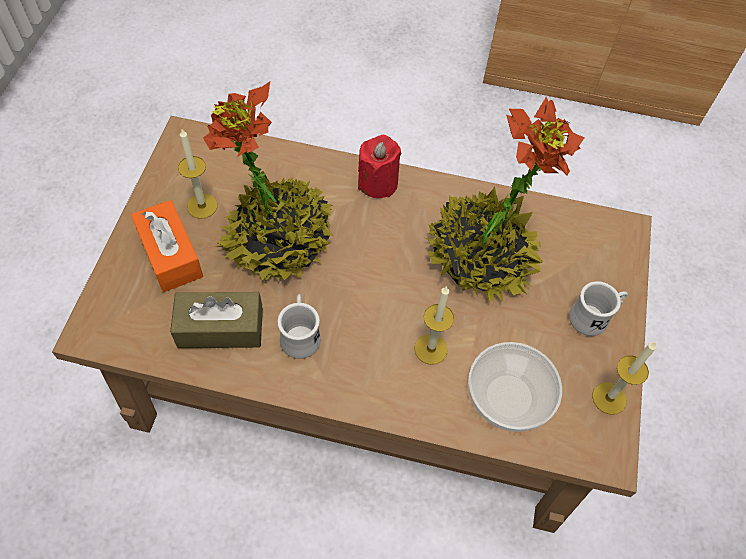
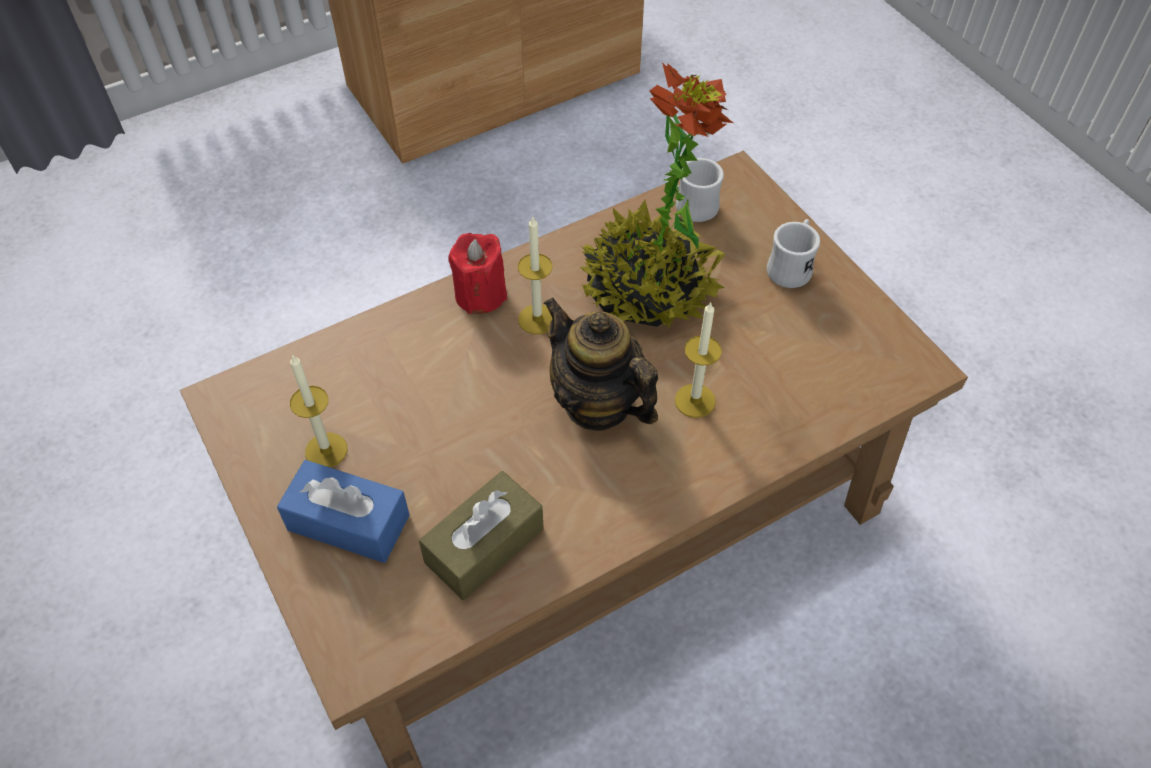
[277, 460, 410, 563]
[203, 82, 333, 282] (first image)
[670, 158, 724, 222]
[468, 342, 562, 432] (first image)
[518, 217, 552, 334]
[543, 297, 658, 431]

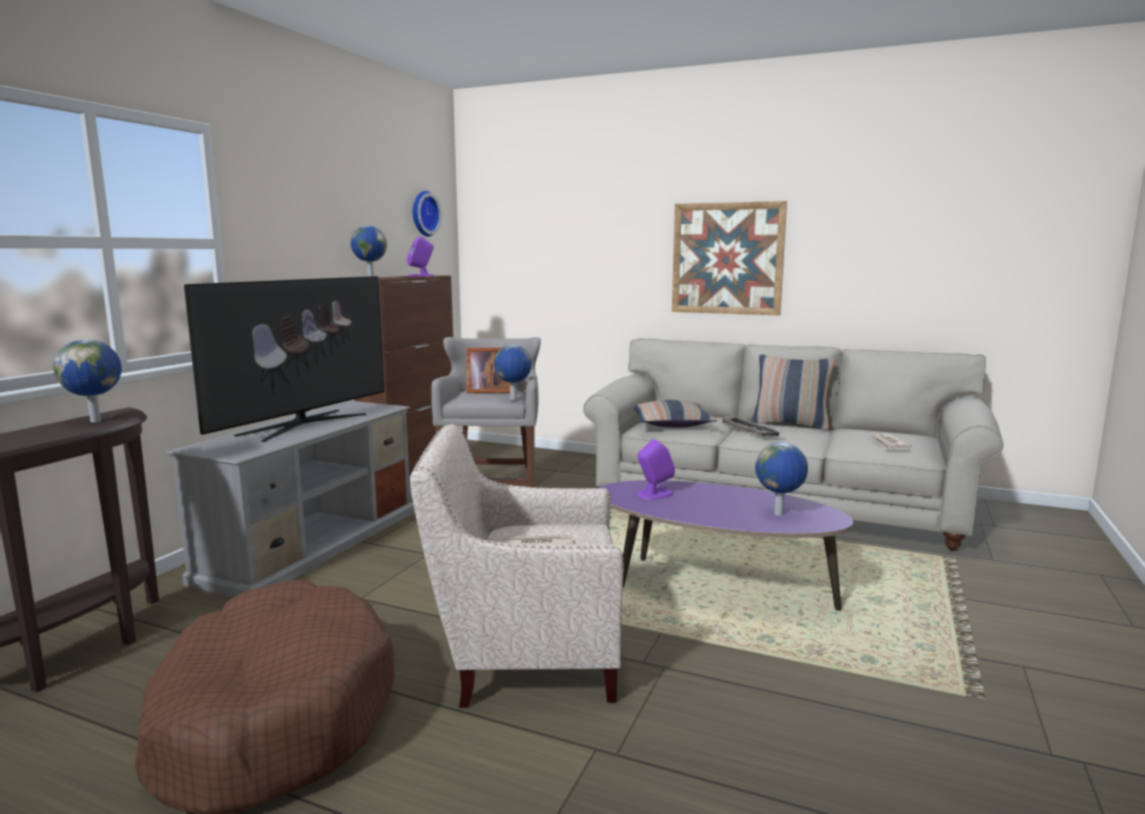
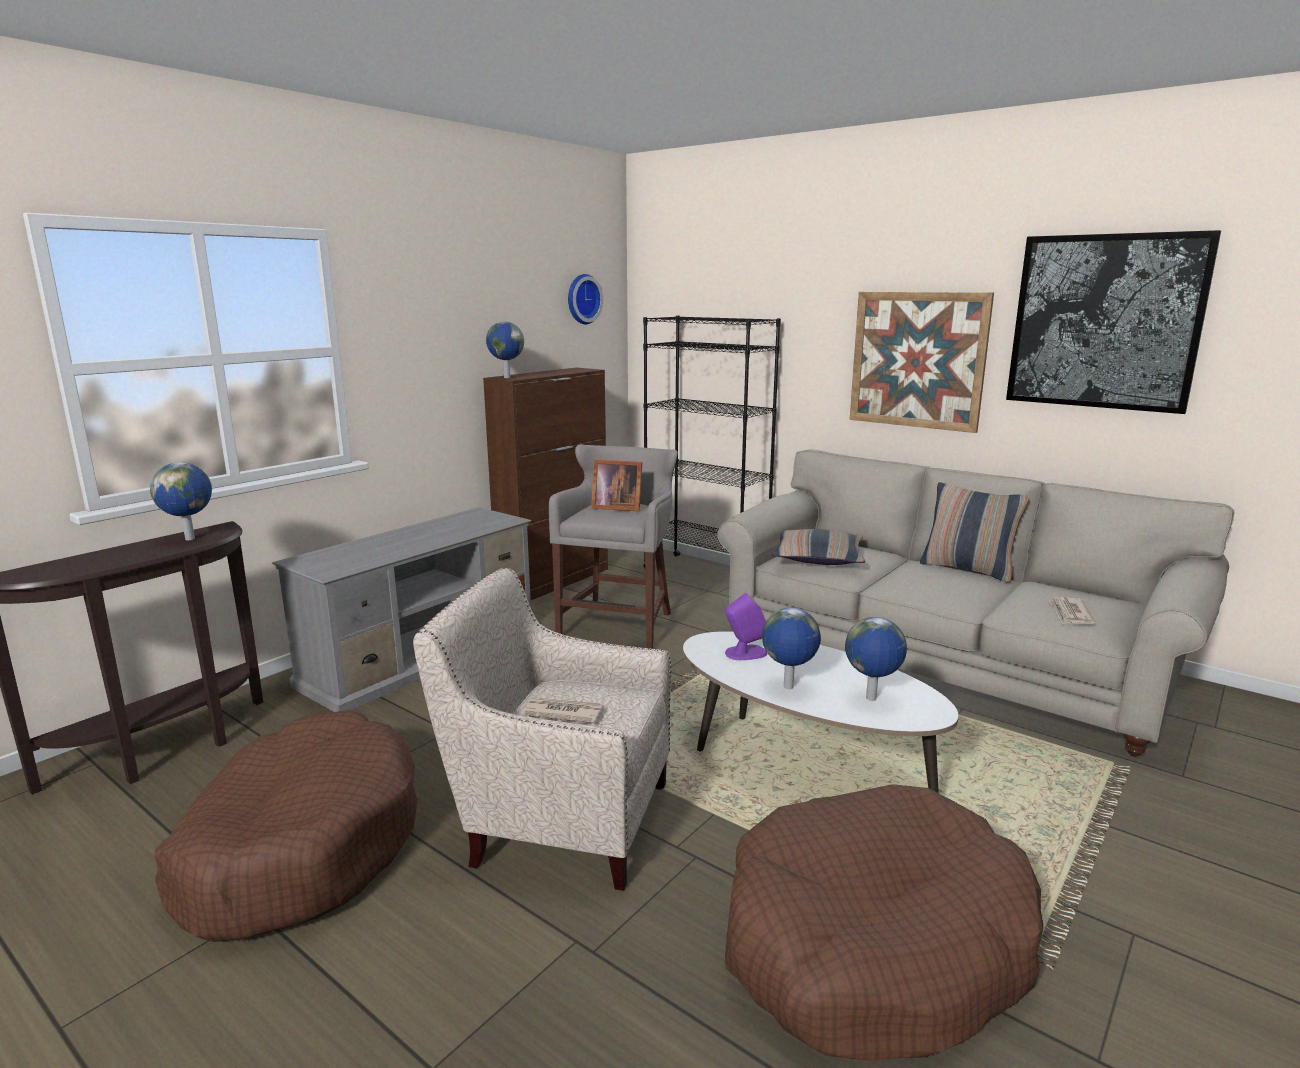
[184, 276, 385, 442] (first image)
[407, 236, 434, 276] (first image)
[762, 607, 821, 689]
[683, 631, 959, 793]
[720, 416, 783, 436] (first image)
[643, 315, 781, 568]
[725, 784, 1043, 1061]
[1006, 230, 1221, 414]

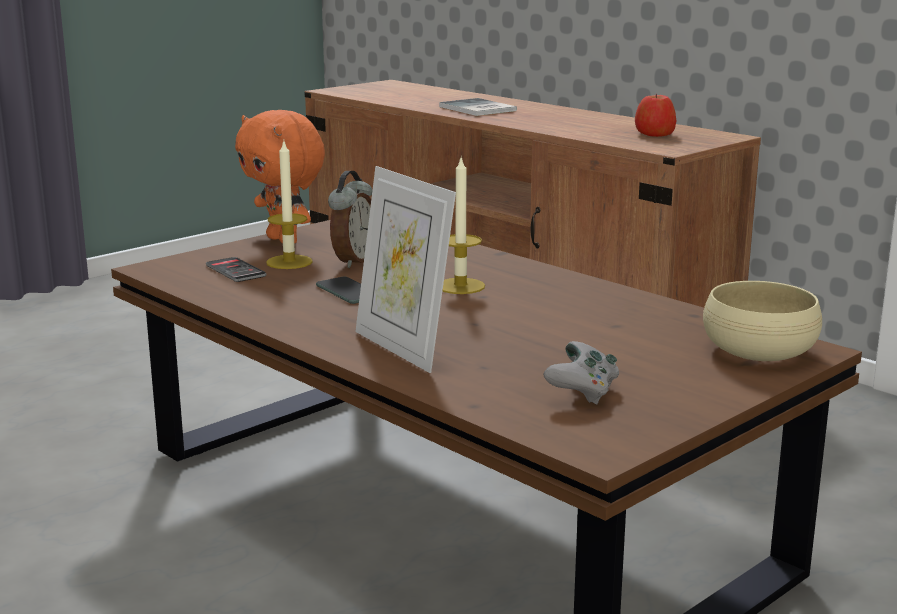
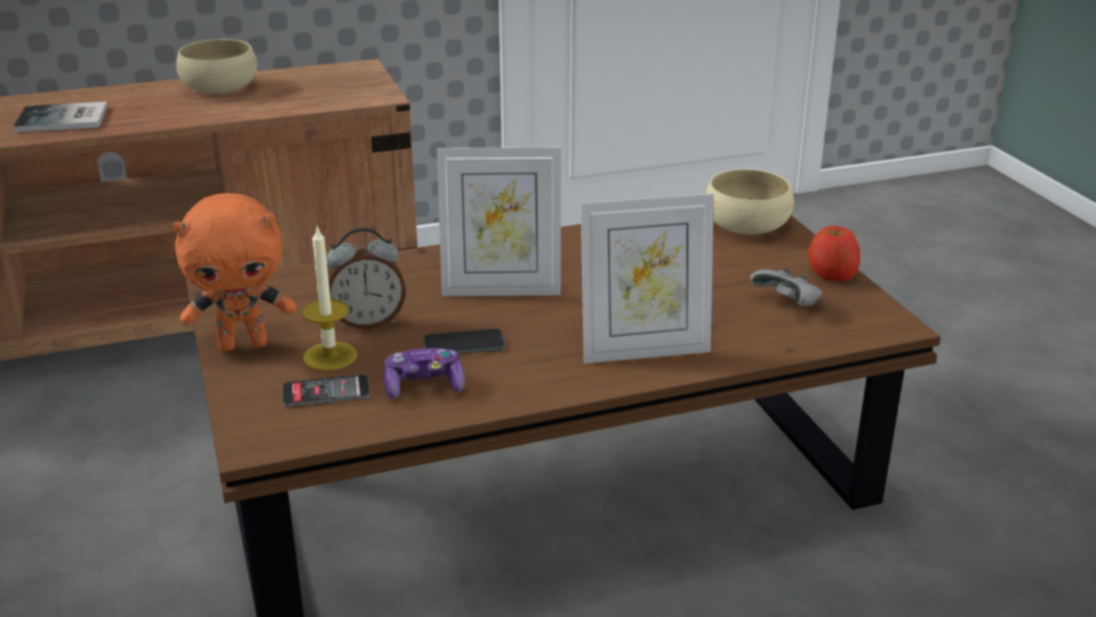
[326, 227, 406, 329]
[437, 147, 561, 296]
[808, 226, 860, 281]
[176, 39, 257, 94]
[384, 348, 465, 398]

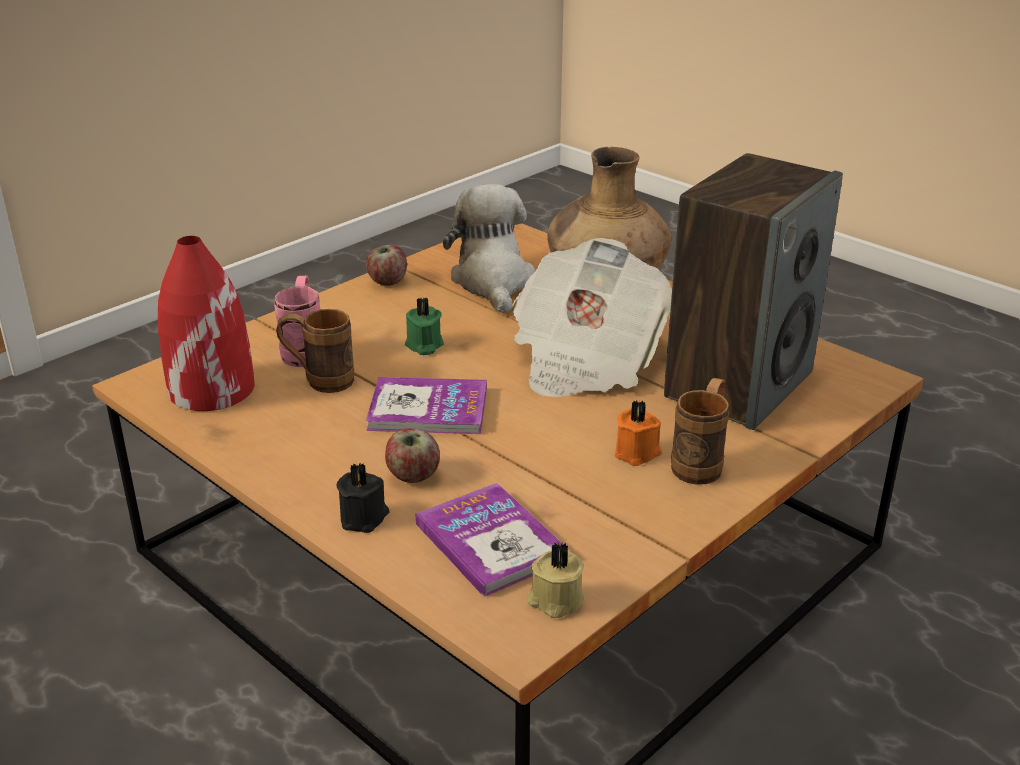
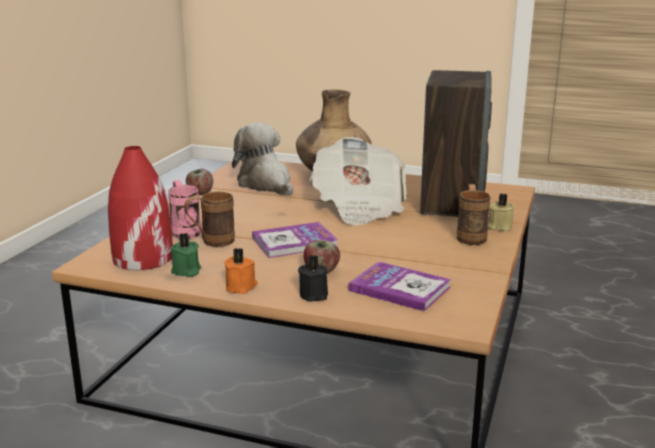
[171, 233, 201, 277]
[488, 193, 515, 231]
[224, 248, 258, 294]

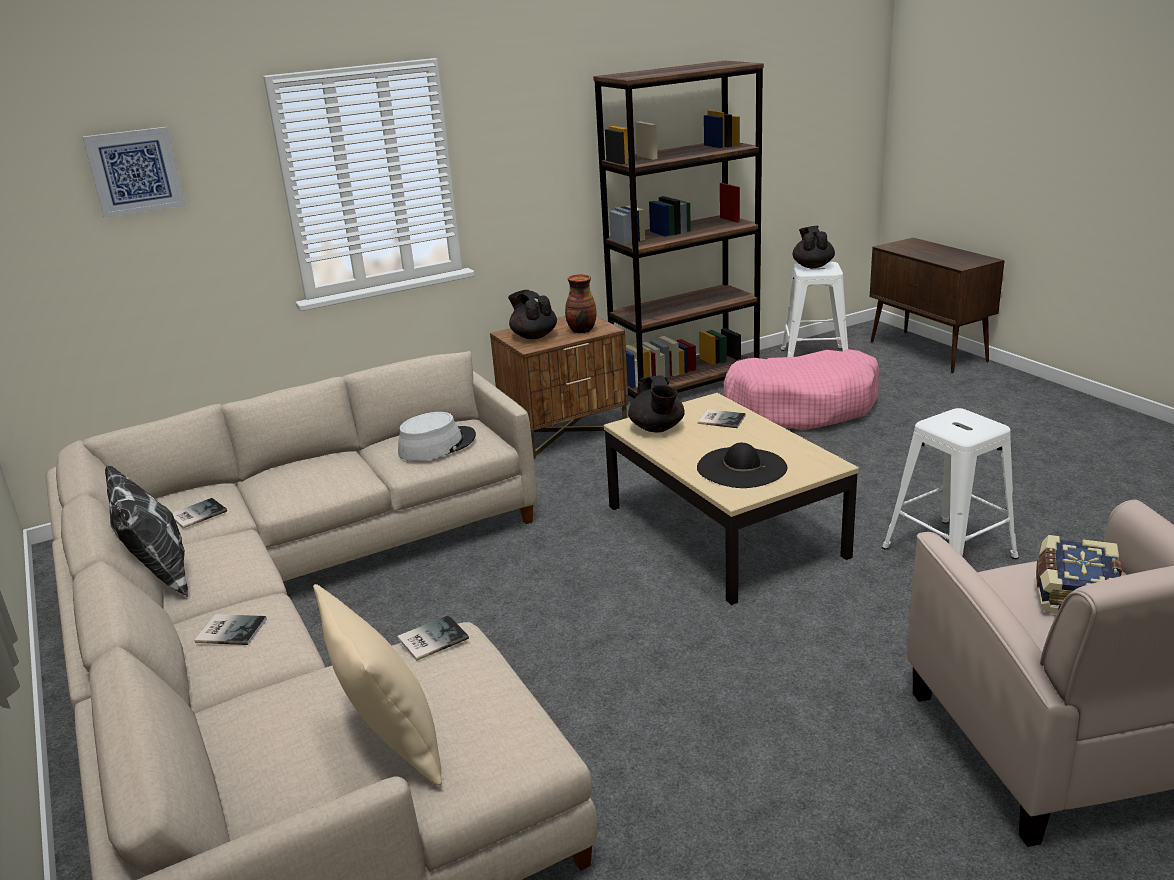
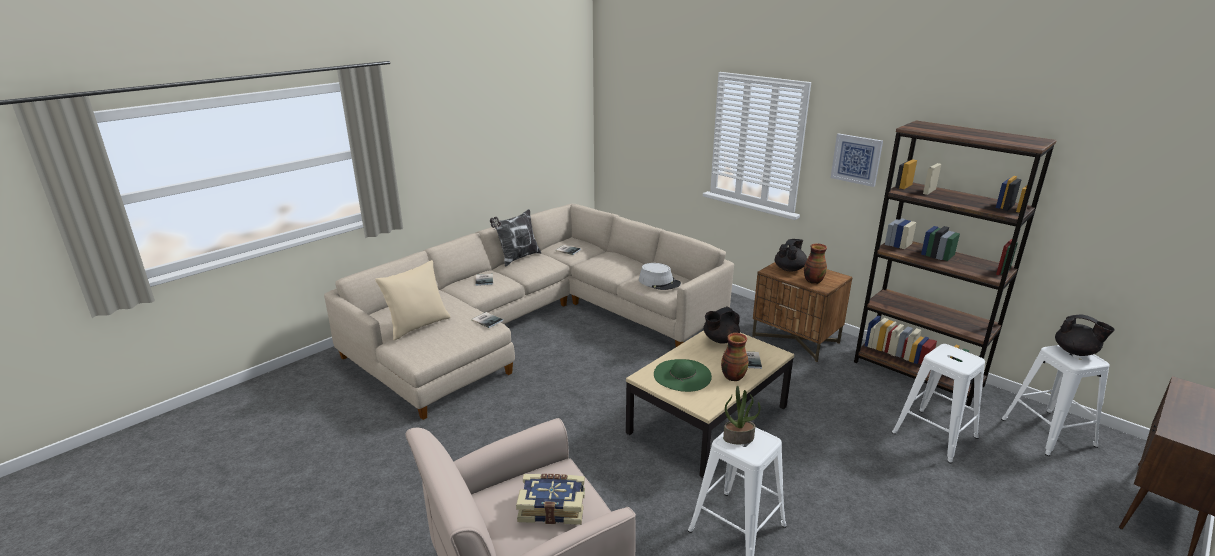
[831, 133, 883, 187]
[654, 359, 712, 392]
[892, 344, 985, 463]
[1055, 314, 1115, 356]
[721, 333, 749, 381]
[723, 386, 761, 444]

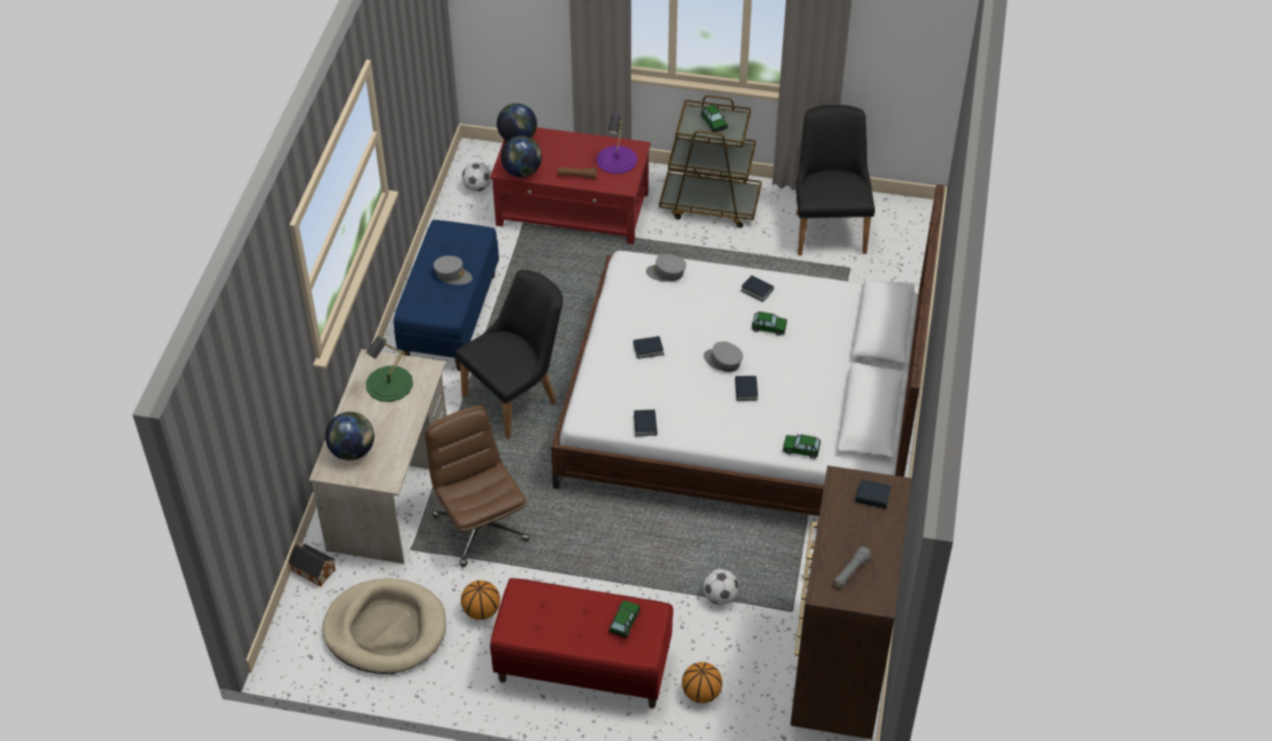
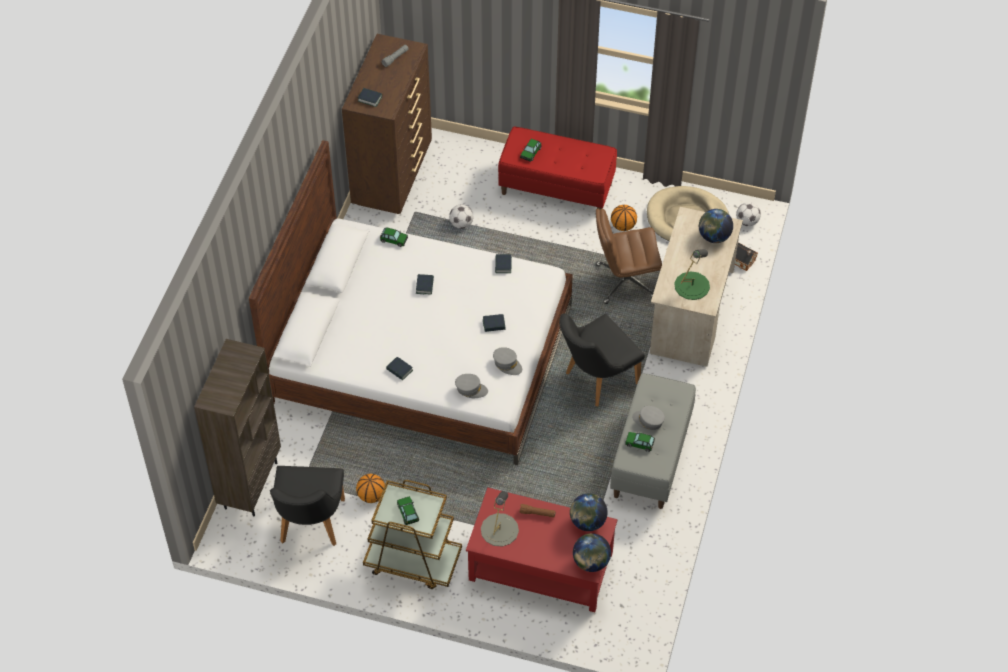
[610, 373, 696, 509]
[596, 208, 662, 304]
[736, 202, 761, 226]
[481, 491, 519, 547]
[356, 474, 385, 503]
[493, 347, 522, 375]
[625, 432, 655, 452]
[194, 339, 281, 517]

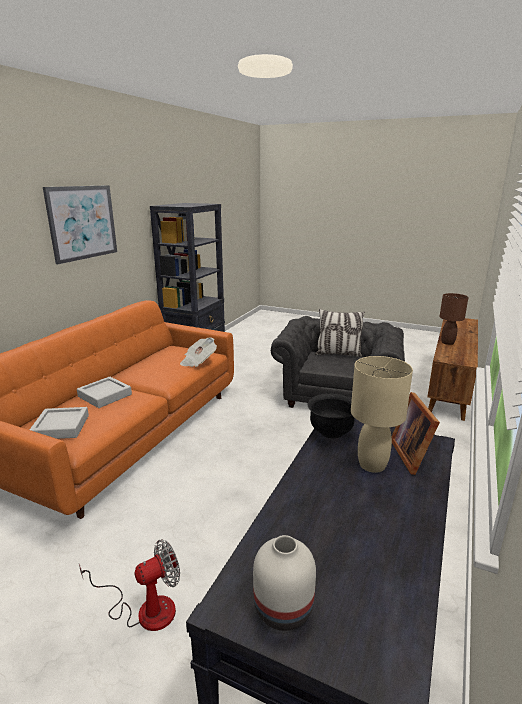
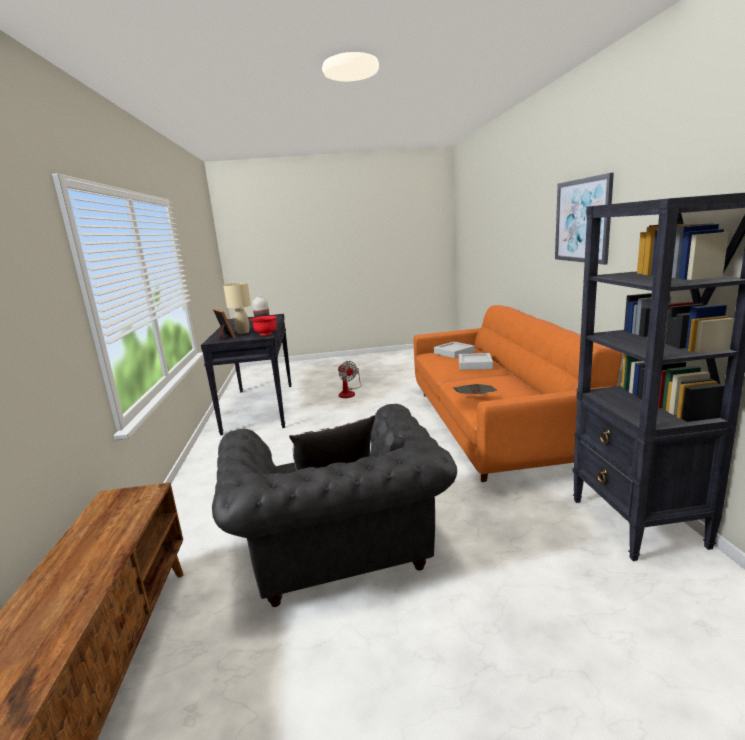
[338, 361, 362, 398]
[251, 316, 277, 335]
[439, 293, 469, 345] (first image)

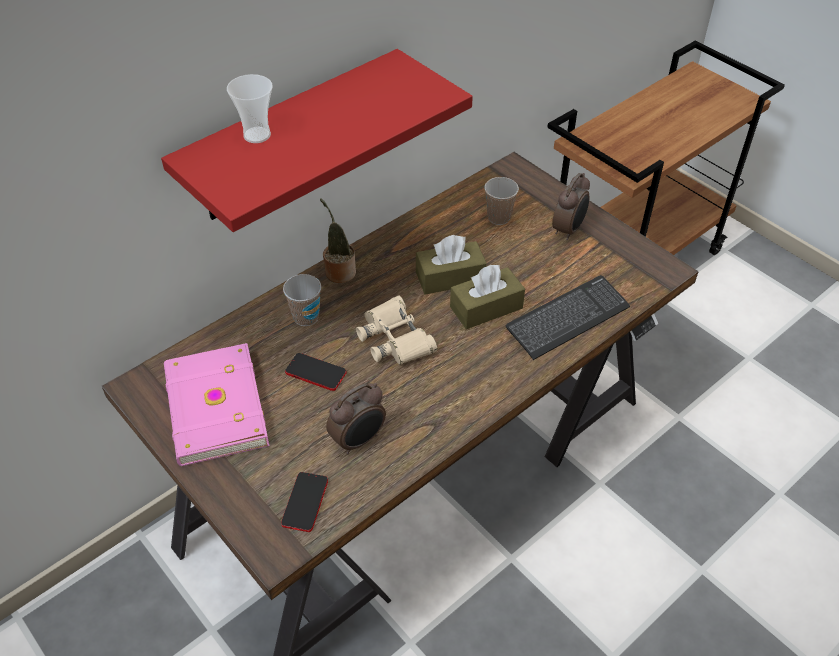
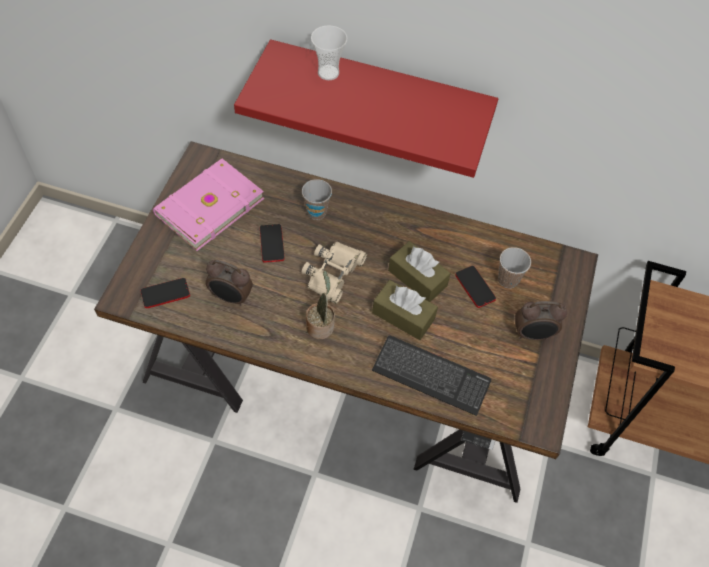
[306, 271, 335, 339]
[455, 266, 496, 308]

